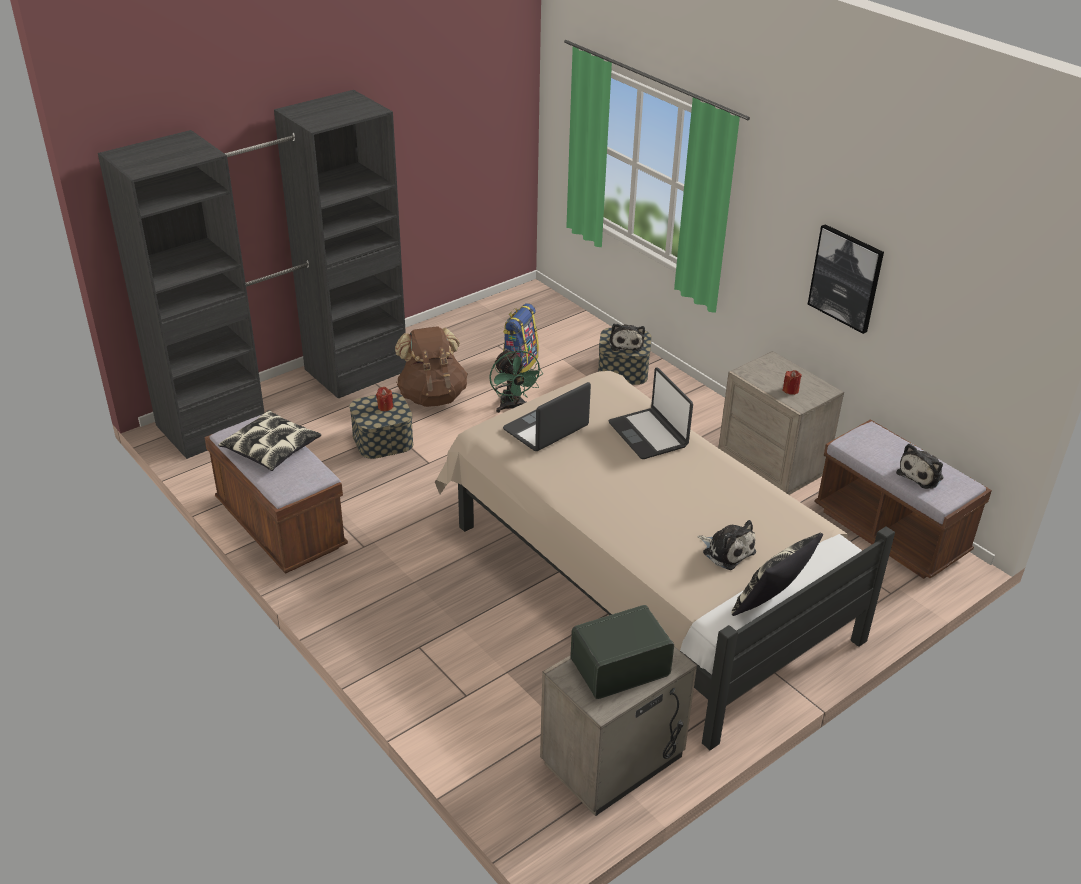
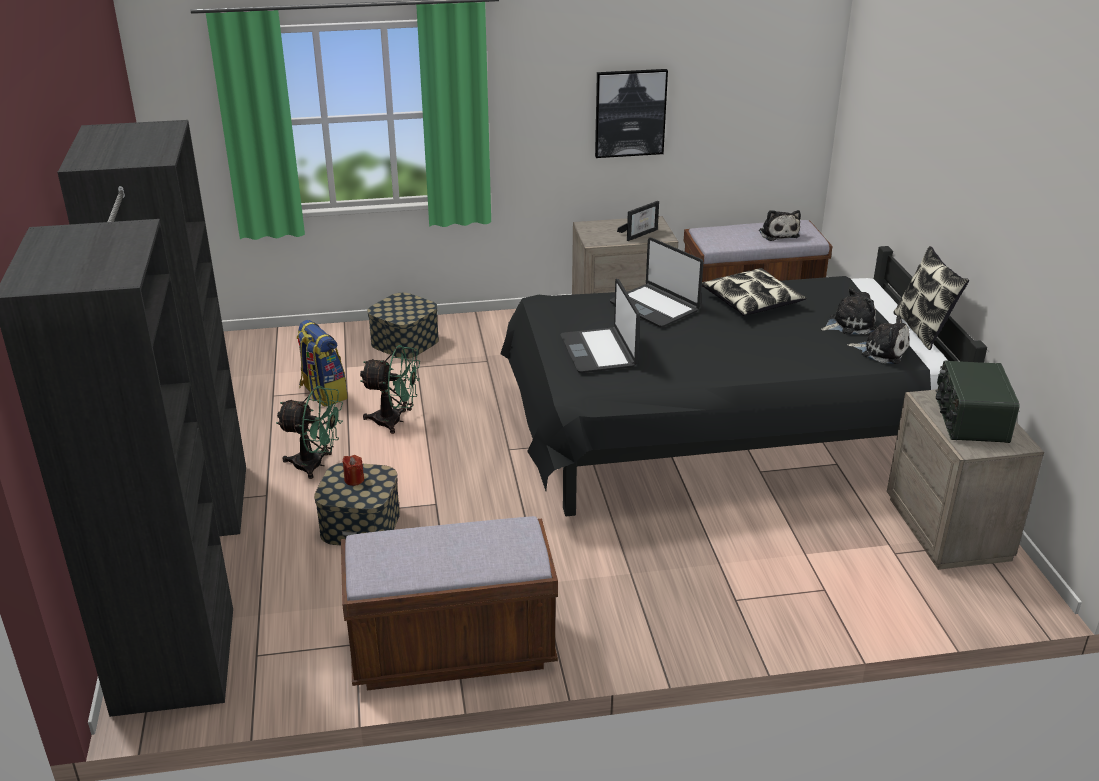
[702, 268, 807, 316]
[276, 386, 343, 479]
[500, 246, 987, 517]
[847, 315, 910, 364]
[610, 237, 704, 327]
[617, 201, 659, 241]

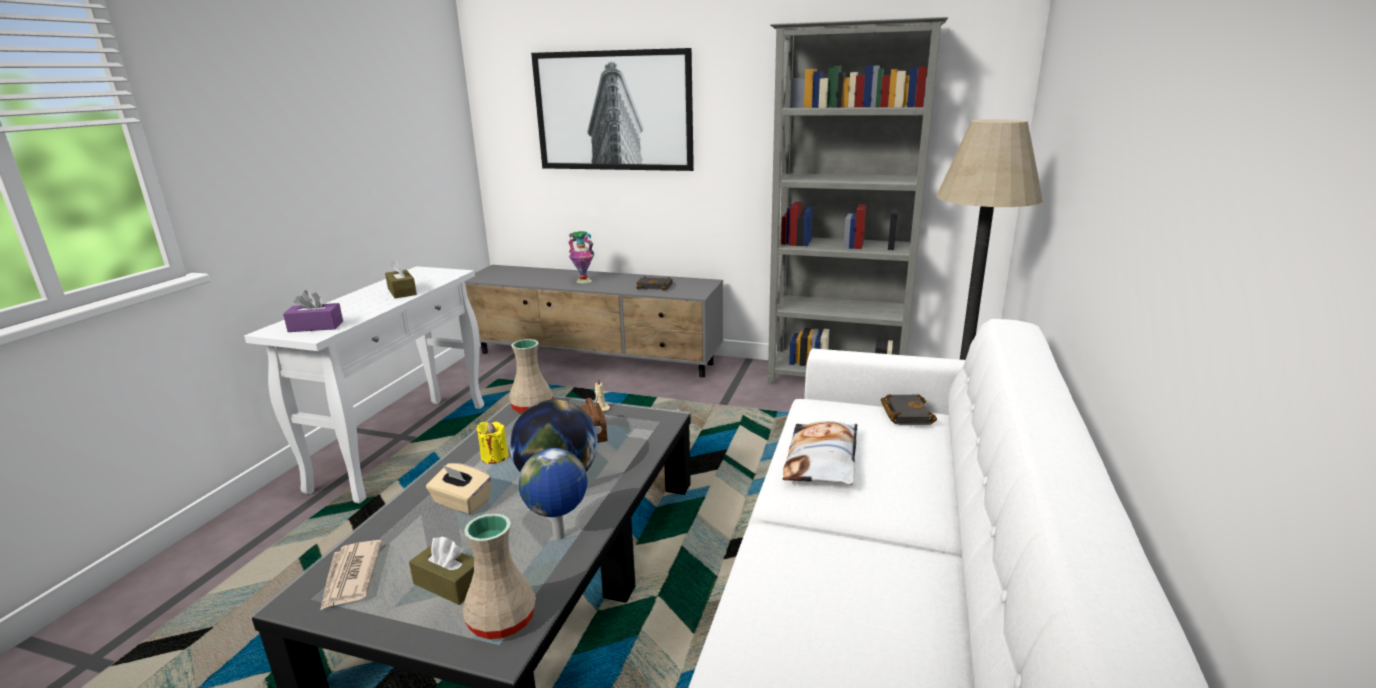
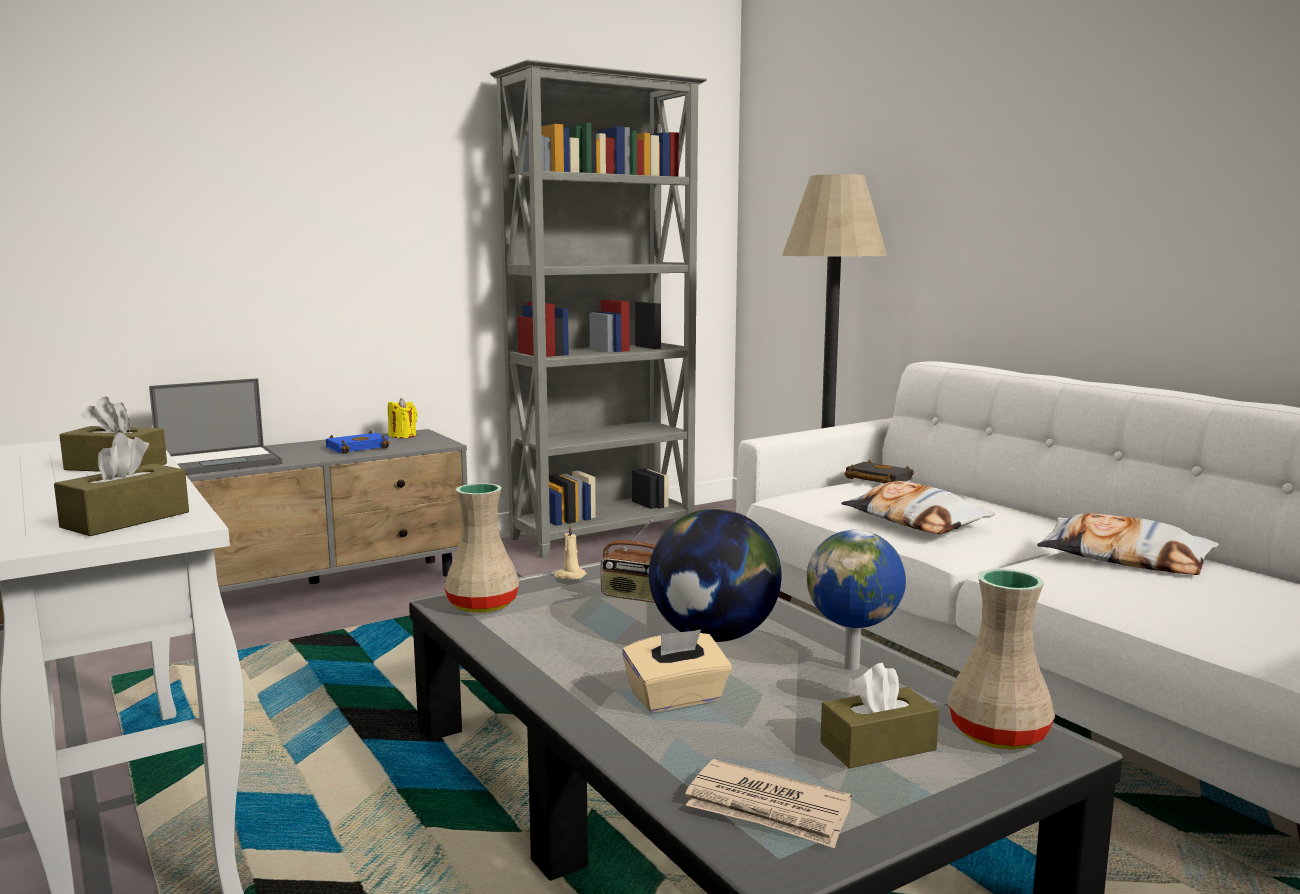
[54, 433, 189, 536]
[388, 398, 418, 438]
[531, 48, 694, 171] (first image)
[149, 378, 282, 475]
[326, 430, 390, 454]
[1037, 513, 1219, 575]

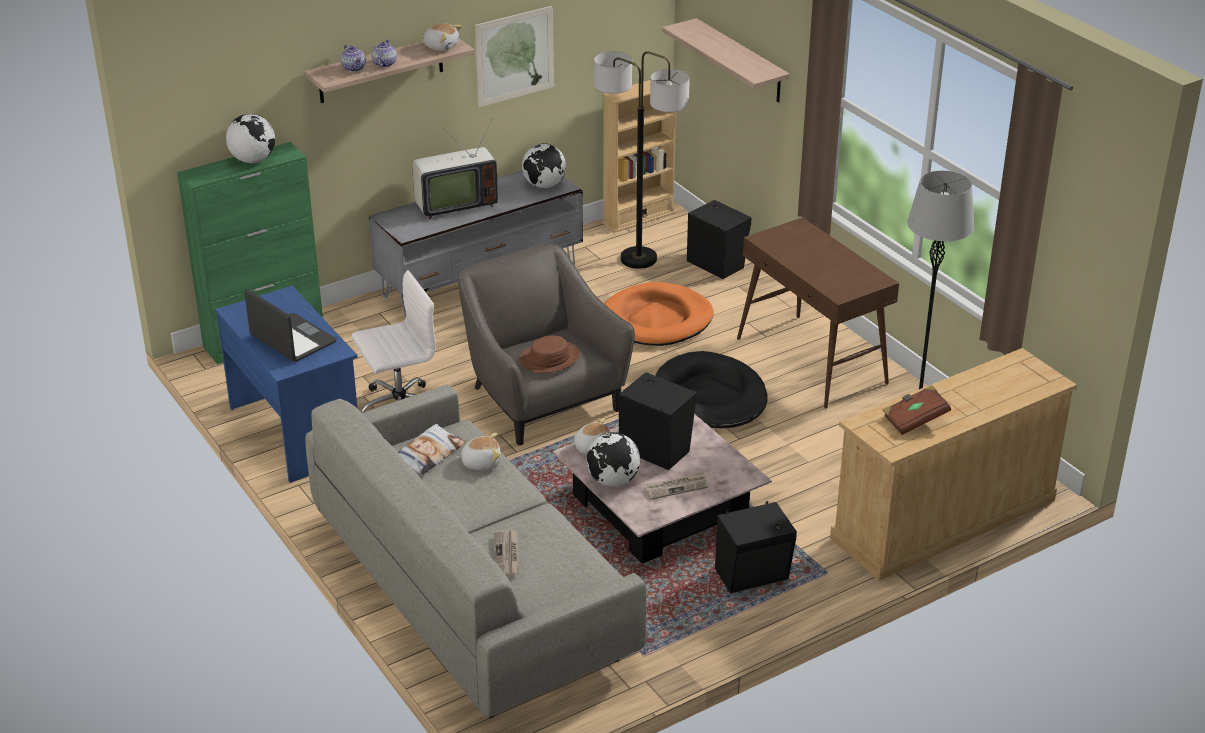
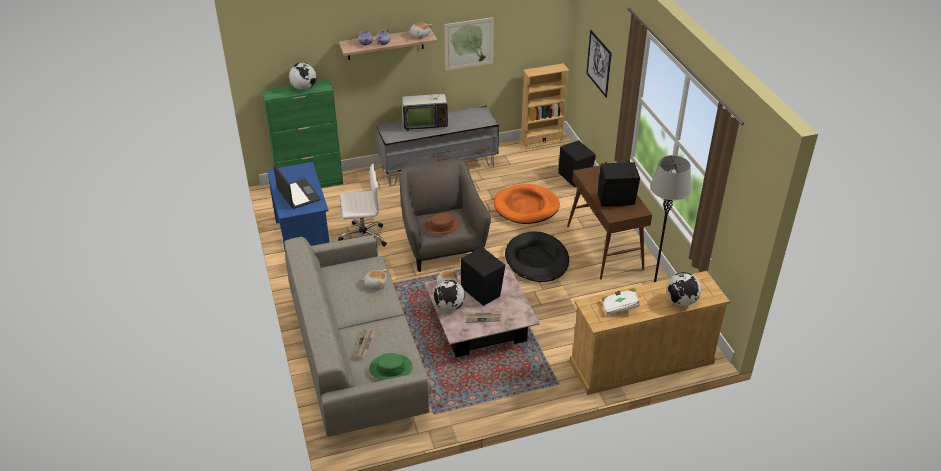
[398, 424, 466, 475] (first image)
[667, 272, 701, 306]
[594, 51, 690, 269] (first image)
[586, 30, 612, 98]
[598, 161, 640, 206]
[602, 288, 640, 316]
[369, 353, 413, 380]

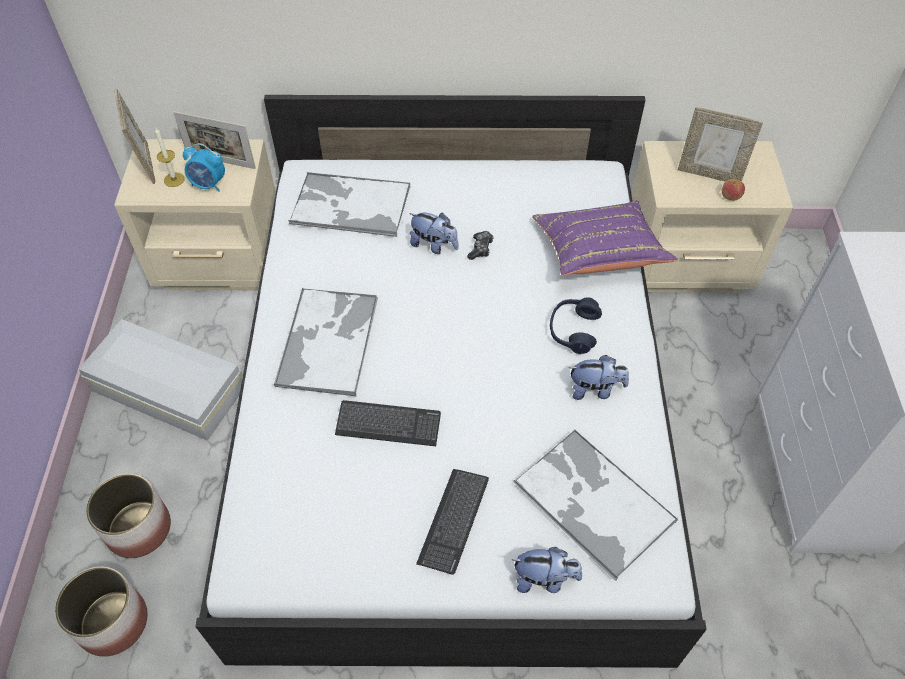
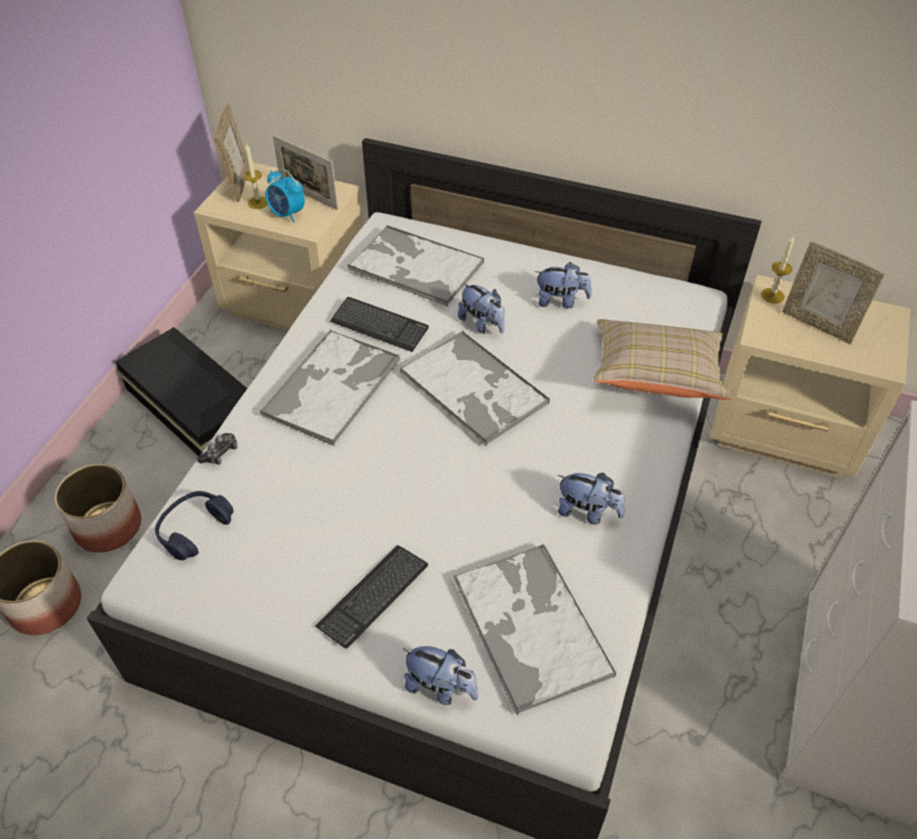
[115, 327, 247, 456]
[330, 297, 429, 352]
[197, 433, 238, 465]
[593, 319, 732, 400]
[155, 491, 234, 560]
[722, 179, 745, 200] (first image)
[400, 330, 550, 446]
[535, 262, 592, 308]
[761, 236, 794, 304]

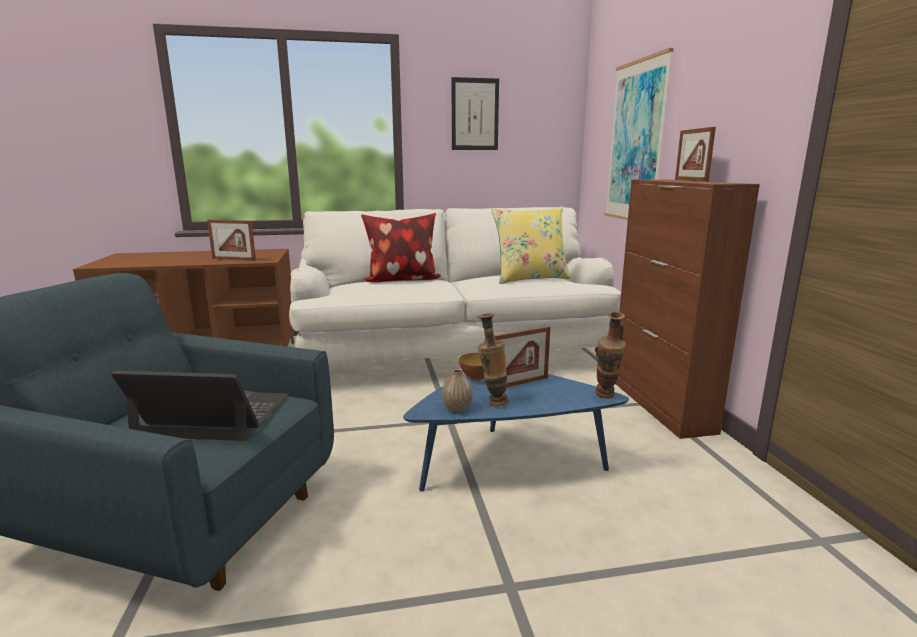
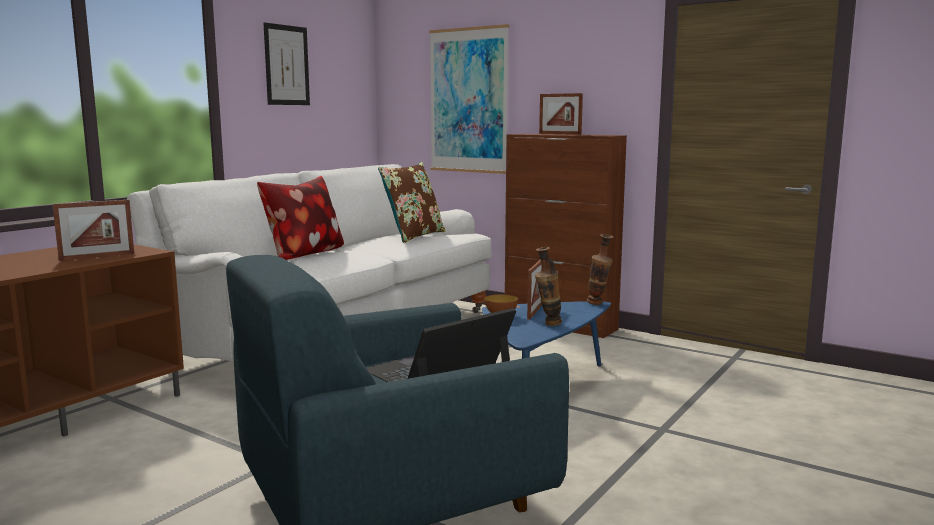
[442, 369, 473, 412] (first image)
[378, 162, 445, 243]

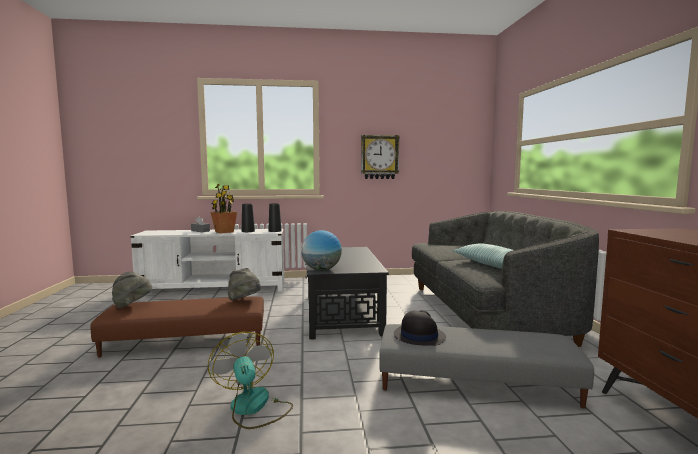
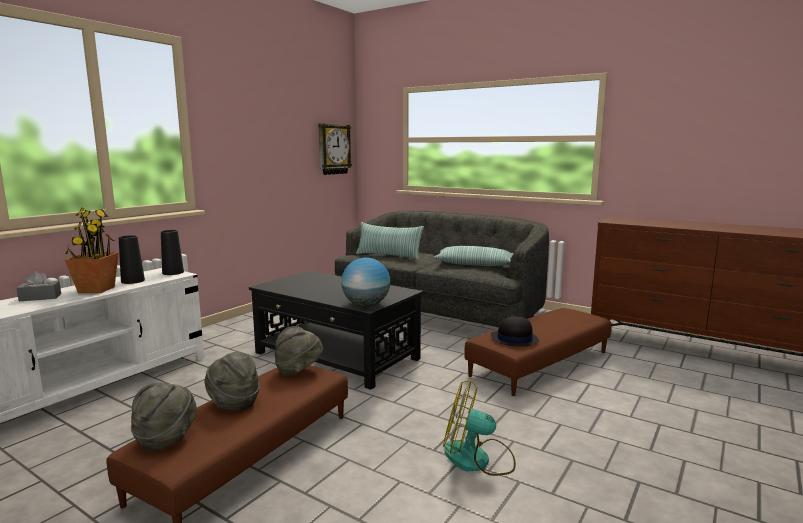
[318, 124, 352, 175]
[465, 308, 612, 396]
[204, 352, 260, 411]
[356, 222, 424, 260]

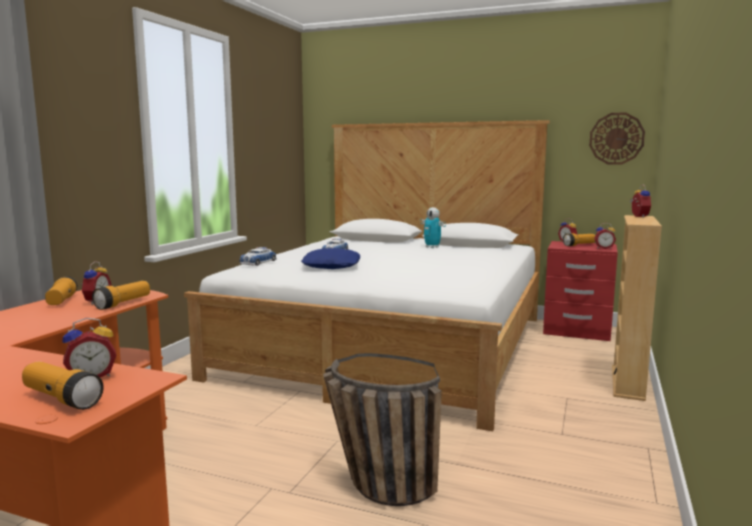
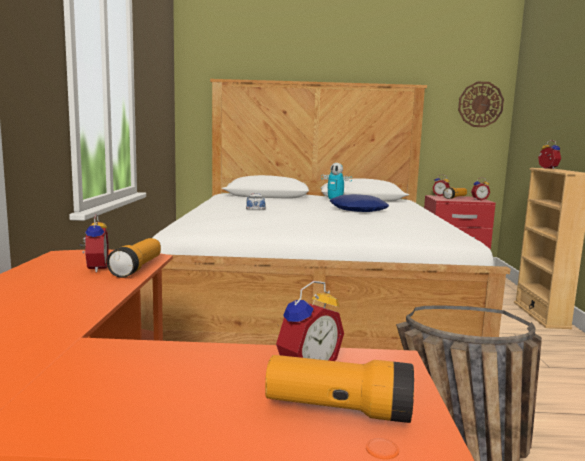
[45, 276, 78, 305] (first image)
[239, 247, 277, 266] (first image)
[330, 194, 389, 212]

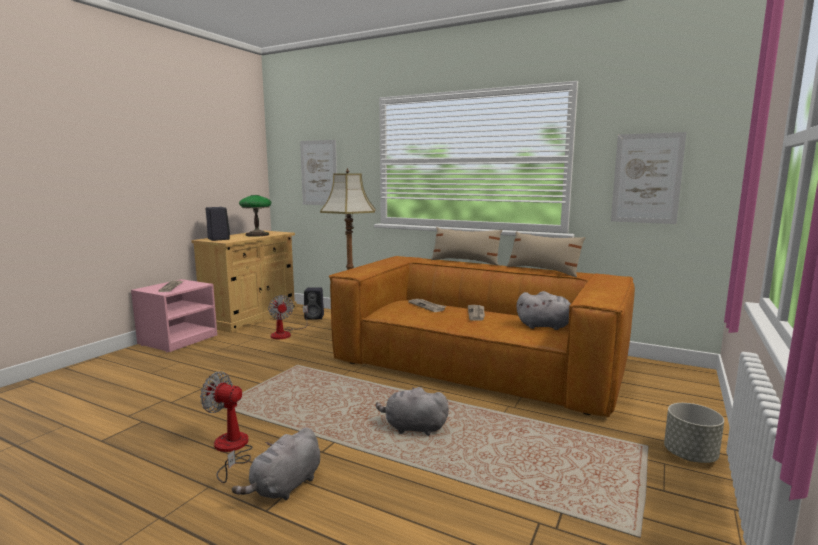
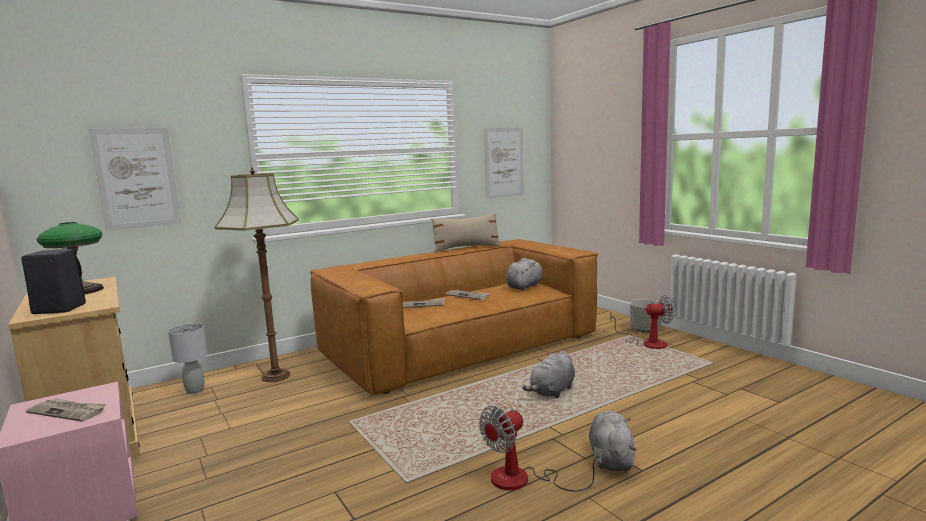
[589, 411, 637, 471]
[610, 295, 674, 349]
[168, 323, 208, 394]
[431, 227, 502, 265] (first image)

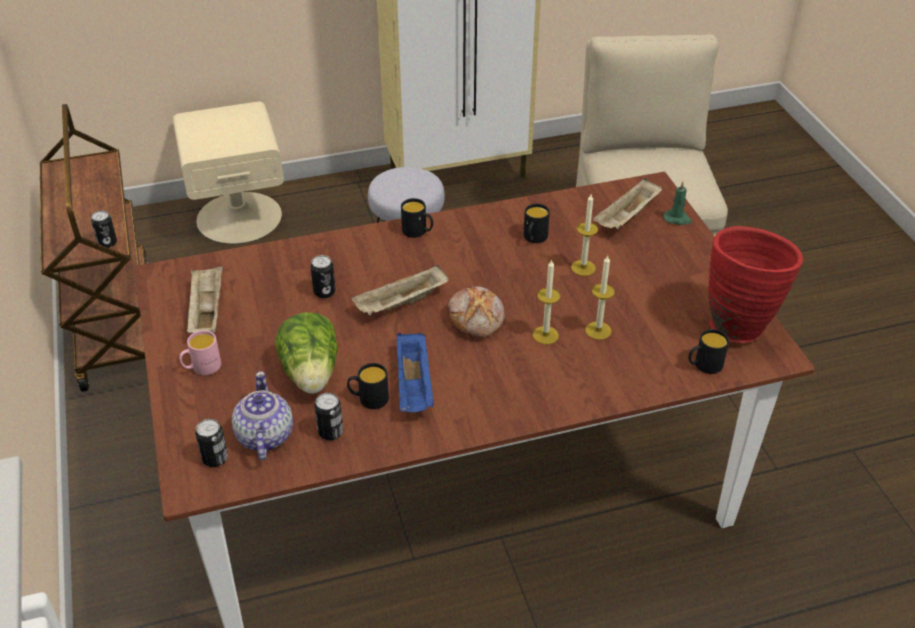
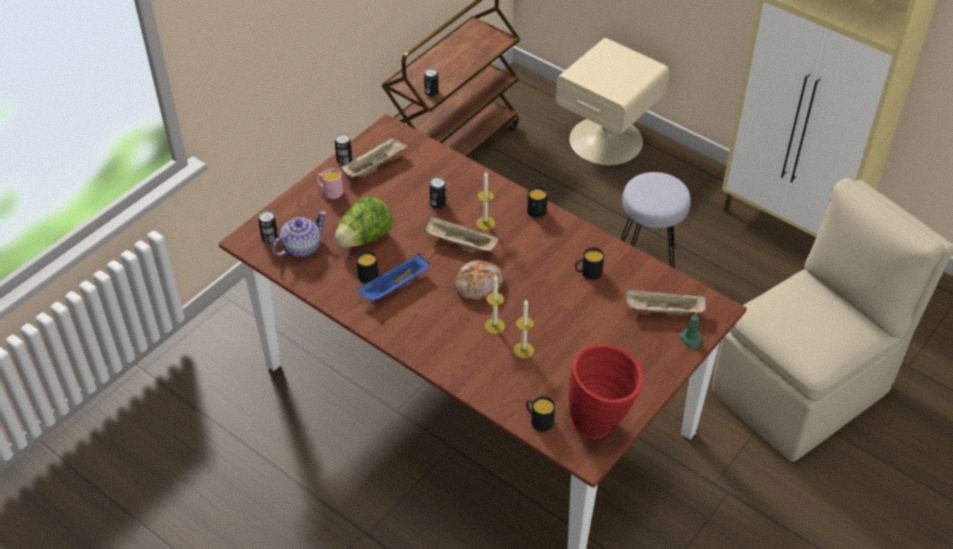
[335, 134, 353, 165]
[476, 172, 495, 230]

